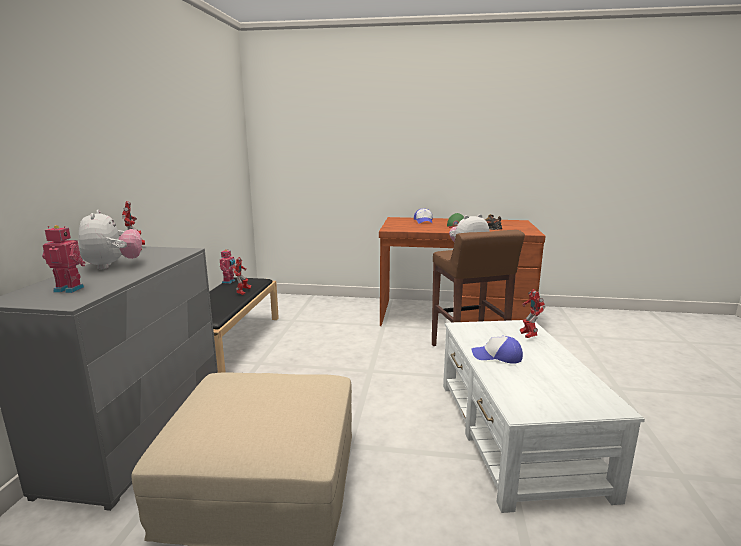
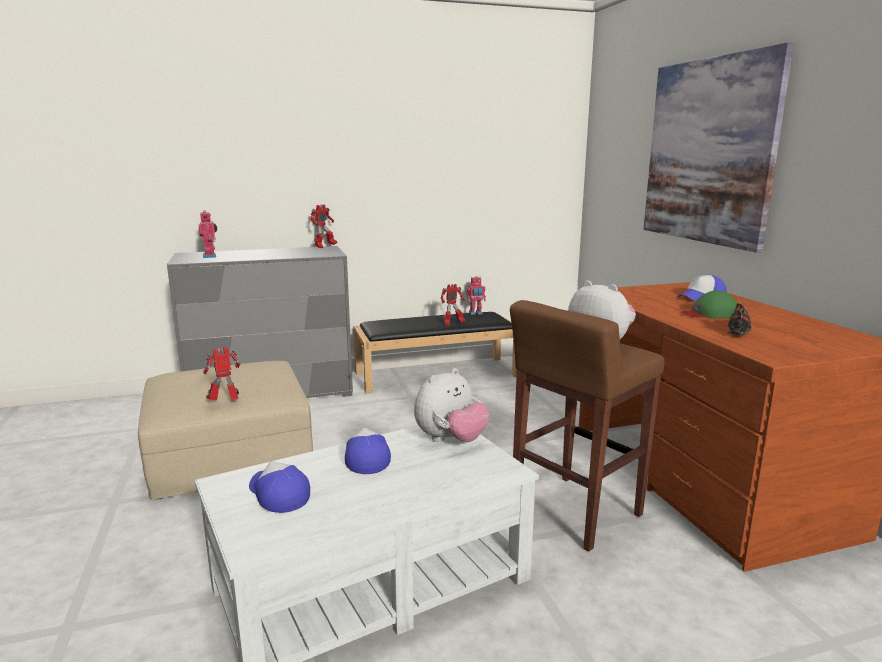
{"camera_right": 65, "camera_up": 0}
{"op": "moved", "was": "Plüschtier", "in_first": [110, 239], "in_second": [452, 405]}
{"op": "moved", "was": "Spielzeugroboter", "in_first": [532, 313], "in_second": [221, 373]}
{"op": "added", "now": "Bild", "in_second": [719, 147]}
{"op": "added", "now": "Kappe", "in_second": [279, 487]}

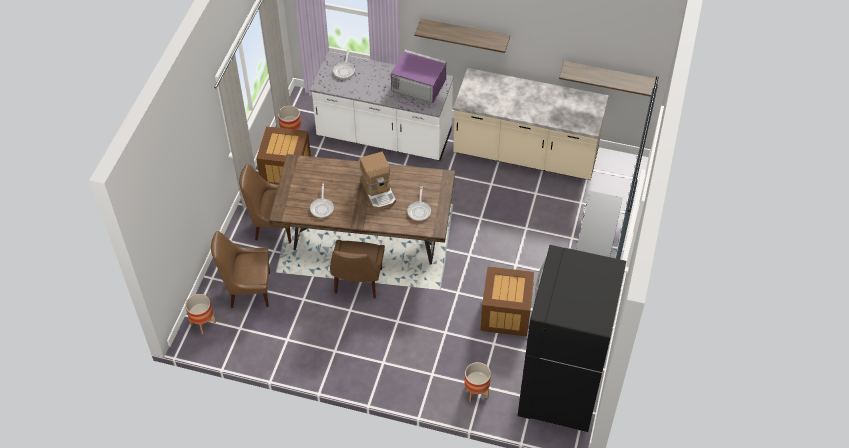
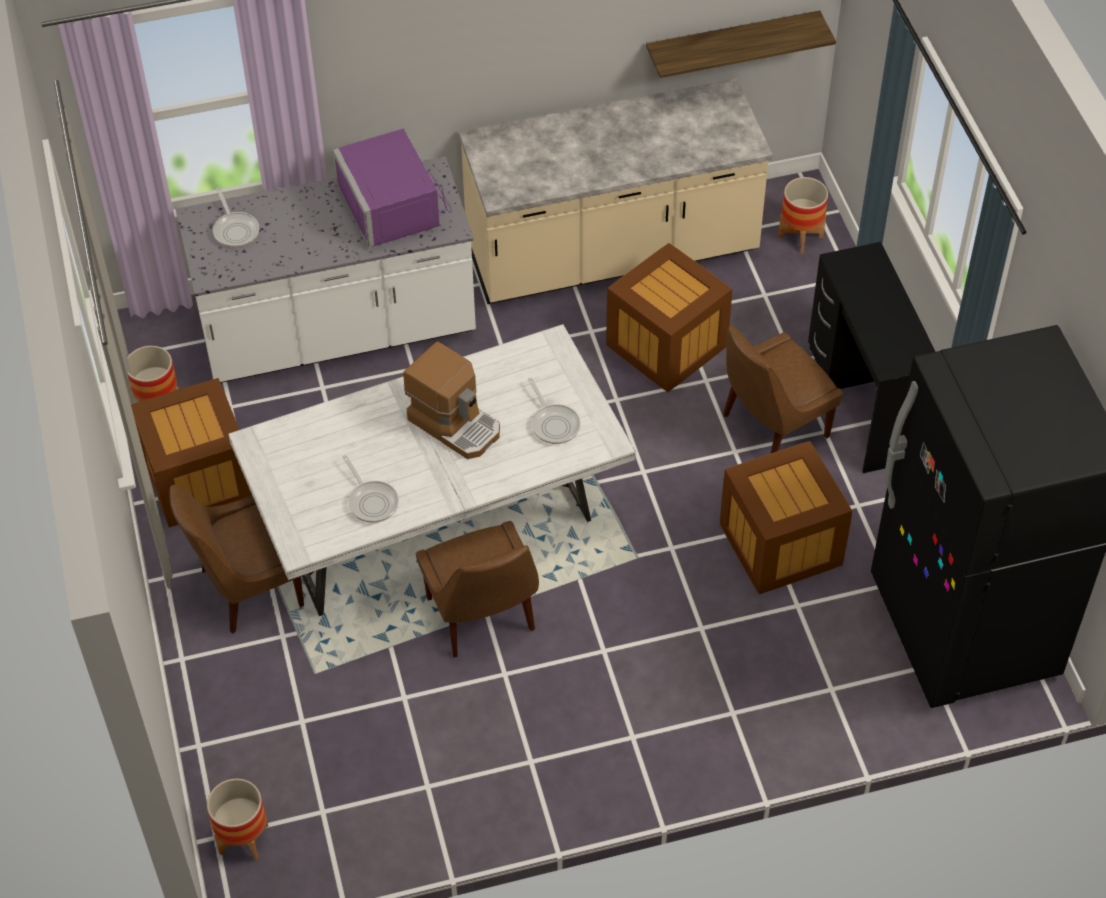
{"camera_right": -30, "camera_up": 0}
{"op": "removed", "was": "Wandregal", "in_first": [462, 36]}
{"op": "turned", "was": "Mikrowelle [lila]", "in_first": [419, 79], "in_second": [392, 188], "clockwise": -105}
{"op": "recoloured", "was": "Esstisch [braun]", "now": "Esstisch [weiß]", "in_first": [362, 209], "in_second": [432, 470]}
{"op": "moved", "was": "Stuhl [braun]", "in_first": [240, 269], "in_second": [783, 389]}
{"op": "moved", "was": "Pflanzkübel", "in_first": [477, 382], "in_second": [803, 215]}
{"op": "added", "now": "Kiste", "in_second": [669, 317]}

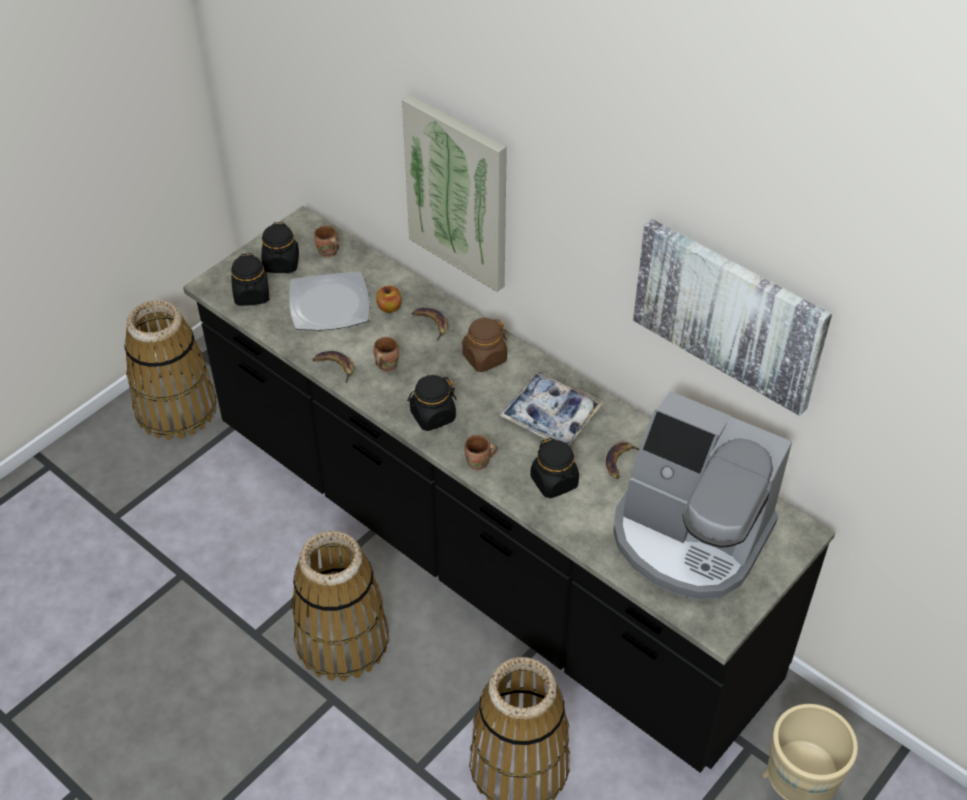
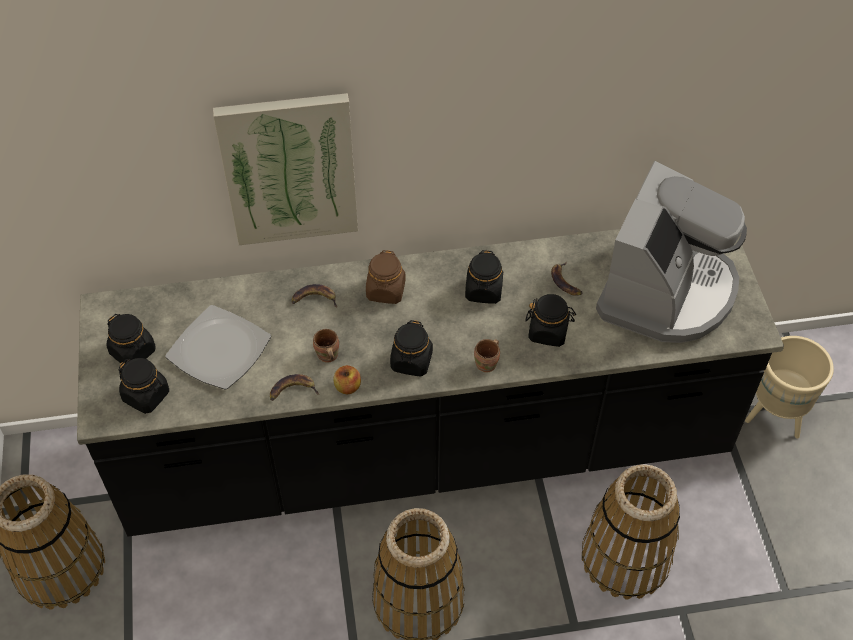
{"camera_right": -50, "camera_up": 5}
{"op": "removed", "was": "Bild", "in_first": [732, 317]}
{"op": "removed", "was": "Henkelbecher [braun]", "in_first": [326, 241]}
{"op": "moved", "was": "Apfel", "in_first": [389, 299], "in_second": [347, 379]}
{"op": "replaced", "was": "Tablett", "now": "Vorratsglas [schwarz]", "in_first": [551, 408], "in_second": [484, 277]}
{"op": "turned", "was": "Kaffeemaschine", "in_first": [702, 495], "in_second": [671, 252], "clockwise": -45}

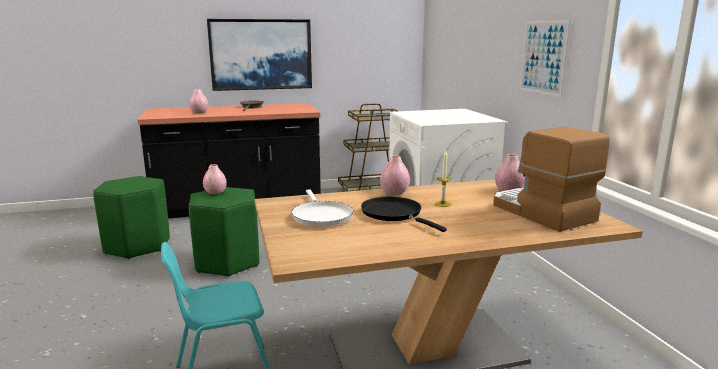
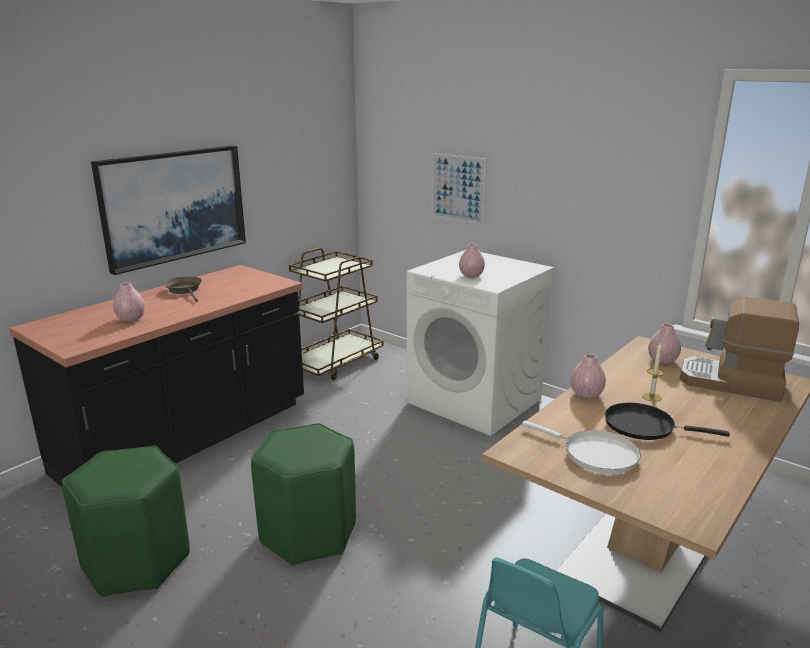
{"camera_right": -35, "camera_up": 5}
{"op": "moved", "was": "Bild", "in_first": [545, 58], "in_second": [459, 189]}
{"op": "moved", "was": "Vase [rosa]", "in_first": [215, 179], "in_second": [472, 261]}

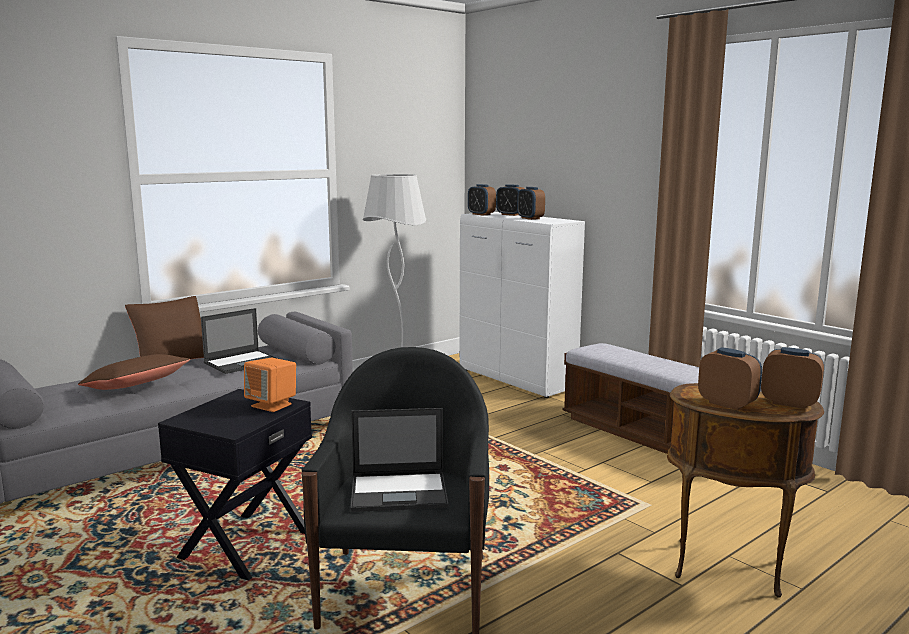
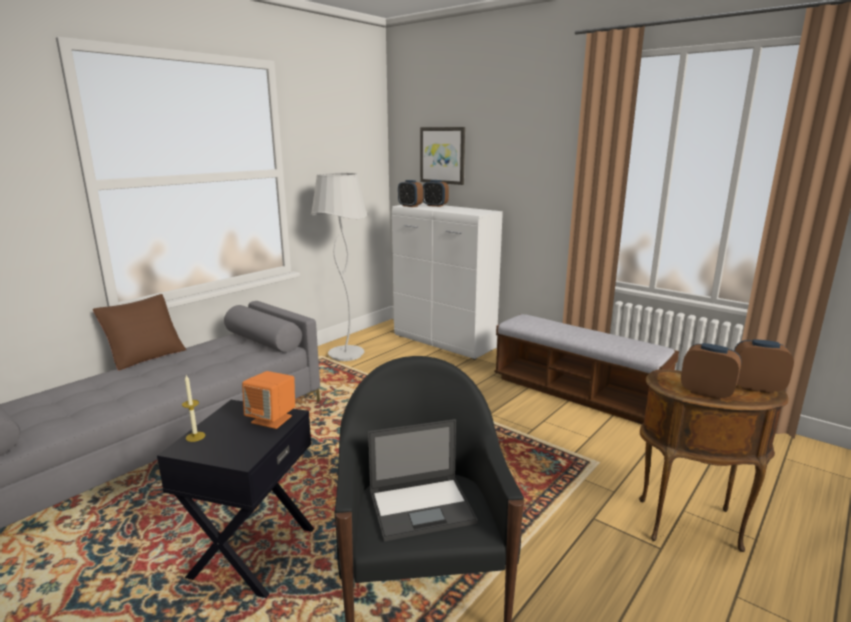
{"camera_right": -10, "camera_up": 5}
{"op": "removed", "was": "Wecker", "in_first": [531, 203]}
{"op": "removed", "was": "Laptop", "in_first": [239, 341]}
{"op": "removed", "was": "Kissen [braun]", "in_first": [134, 372]}
{"op": "added", "now": "Bild", "in_second": [442, 156]}
{"op": "added", "now": "Kerze", "in_second": [193, 408]}

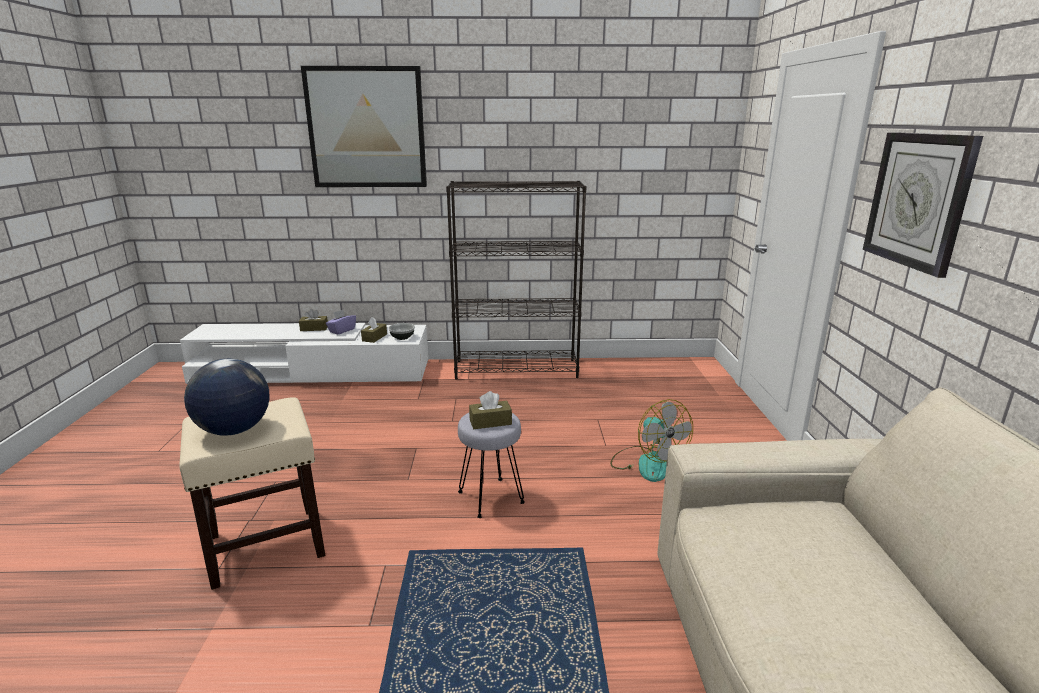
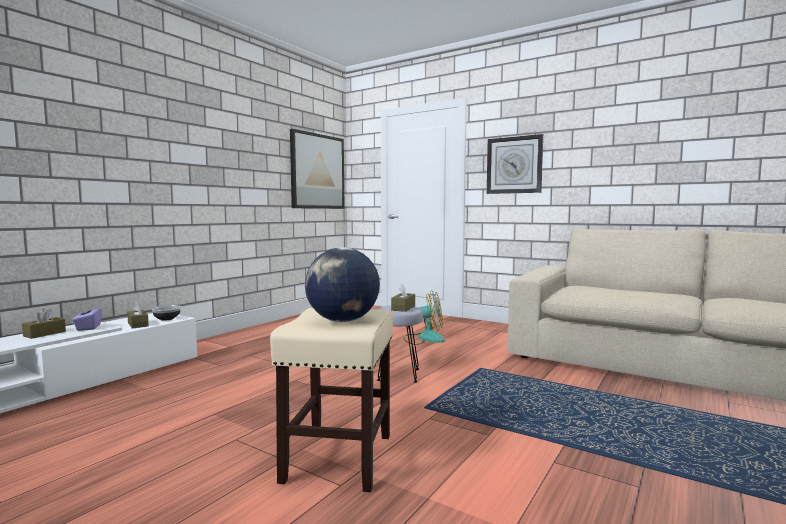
{"camera_right": -55, "camera_up": -15}
{"op": "moved", "was": "Bild", "in_first": [364, 126], "in_second": [317, 169]}
{"op": "removed", "was": "Bücherregal [schwarz]", "in_first": [516, 280]}

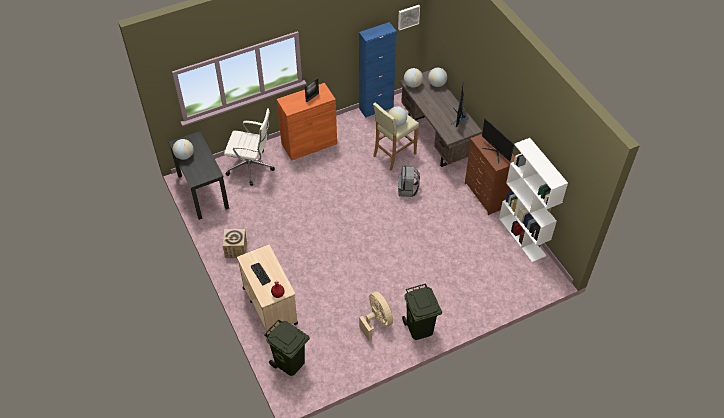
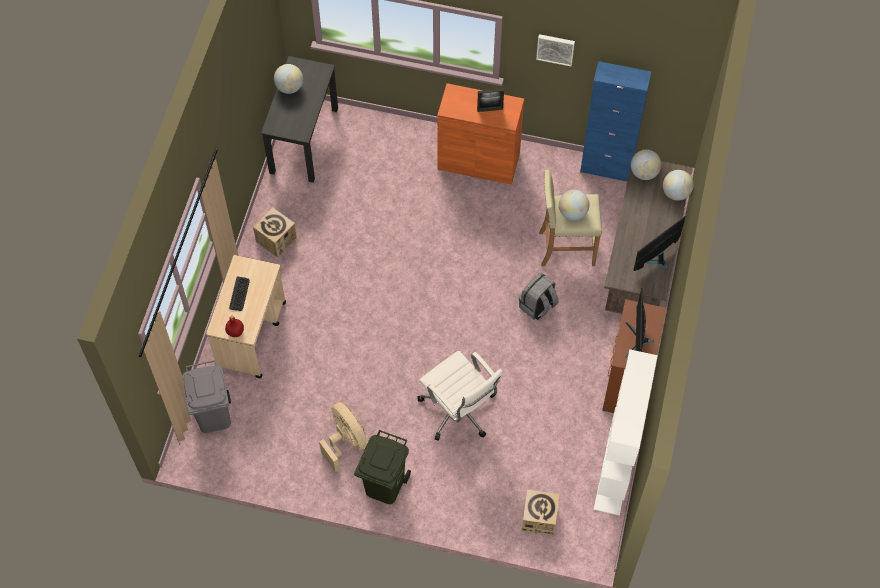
{"camera_right": 40, "camera_up": 10}
{"op": "moved", "was": "Bild", "in_first": [409, 18], "in_second": [555, 50]}
{"op": "moved", "was": "Bürostuhl [weiß]", "in_first": [249, 147], "in_second": [460, 396]}
{"op": "turned", "was": "Ventilator [beige]", "in_first": [376, 316], "in_second": [343, 437], "clockwise": -45}
{"op": "recoloured", "was": "Mülleimer [grün]", "now": "Mülleimer [grau]", "in_first": [287, 347], "in_second": [206, 396]}
{"op": "added", "now": "Karton", "in_second": [540, 513]}

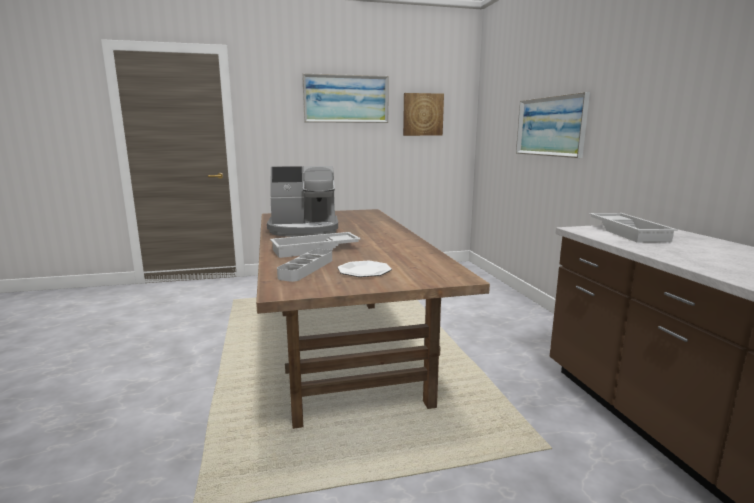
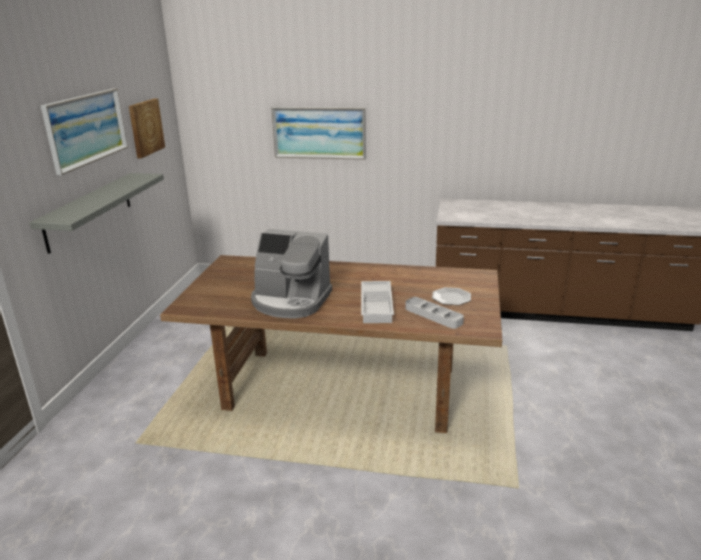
{"camera_right": -65, "camera_up": 10}
{"op": "turned", "was": "Kaffeemaschine", "in_first": [302, 201], "in_second": [291, 273], "clockwise": 90}
{"op": "removed", "was": "Tablett [weiß]", "in_first": [633, 228]}
{"op": "added", "now": "Wandregal [grau]", "in_second": [96, 213]}

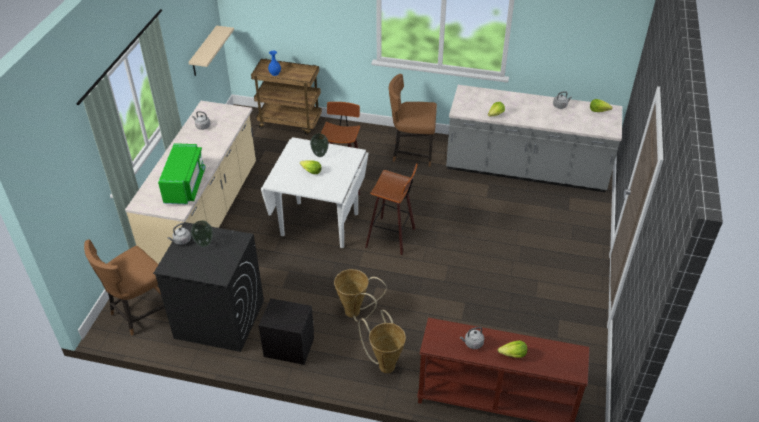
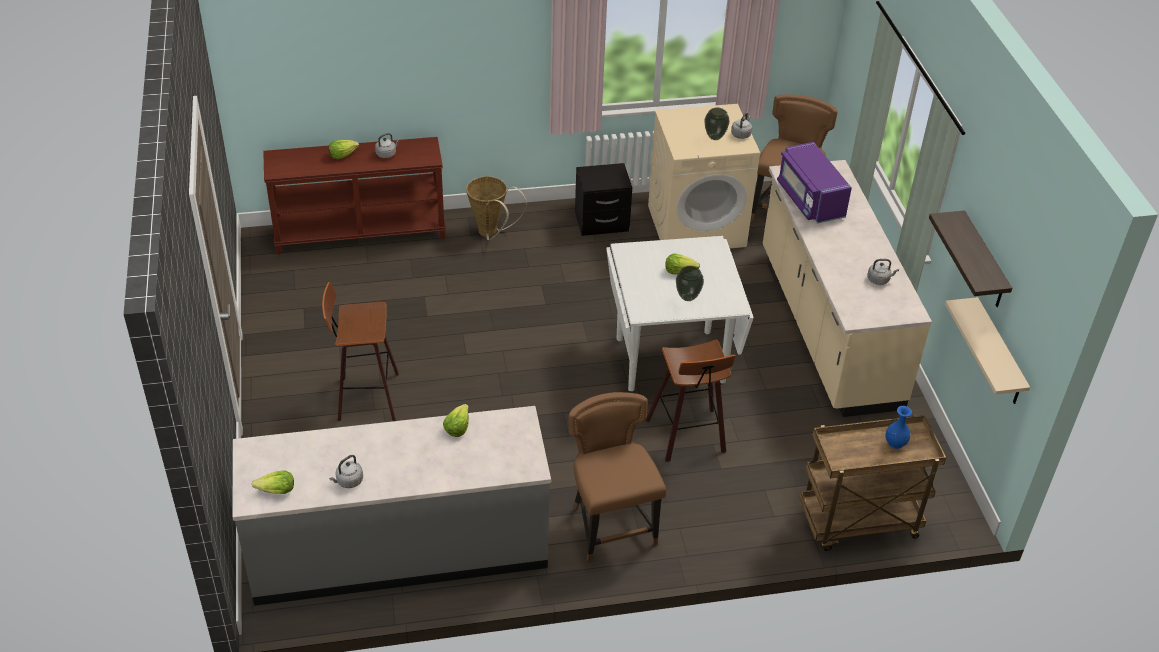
{"camera_right": 155, "camera_up": 0}
{"op": "turned", "was": "Stuhl [braun]", "in_first": [413, 120], "in_second": [617, 477], "clockwise": -90}
{"op": "recoloured", "was": "Mikrowelle [grün]", "now": "Mikrowelle [lila]", "in_first": [182, 173], "in_second": [814, 182]}
{"op": "moved", "was": "Hocker", "in_first": [391, 209], "in_second": [360, 351]}
{"op": "recoloured", "was": "Waschmaschine [schwarz]", "now": "Waschmaschine [beige]", "in_first": [208, 287], "in_second": [704, 176]}
{"op": "removed", "was": "Korb", "in_first": [360, 295]}
{"op": "added", "now": "Wandregal", "in_second": [970, 259]}

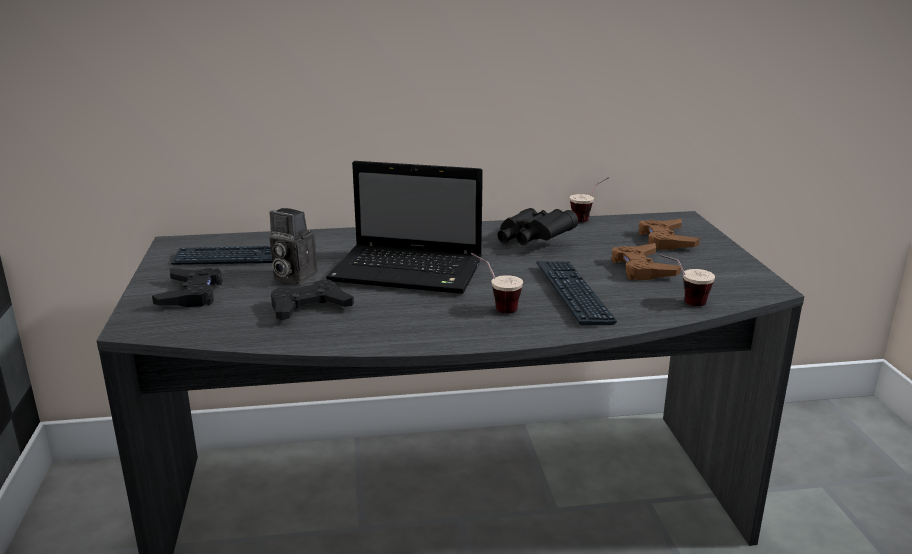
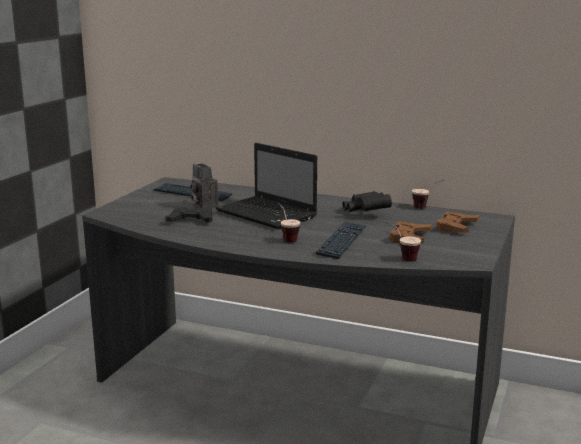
{"camera_right": 30, "camera_up": -5}
{"op": "removed", "was": "Gamepad [schwarz]", "in_first": [187, 287]}

